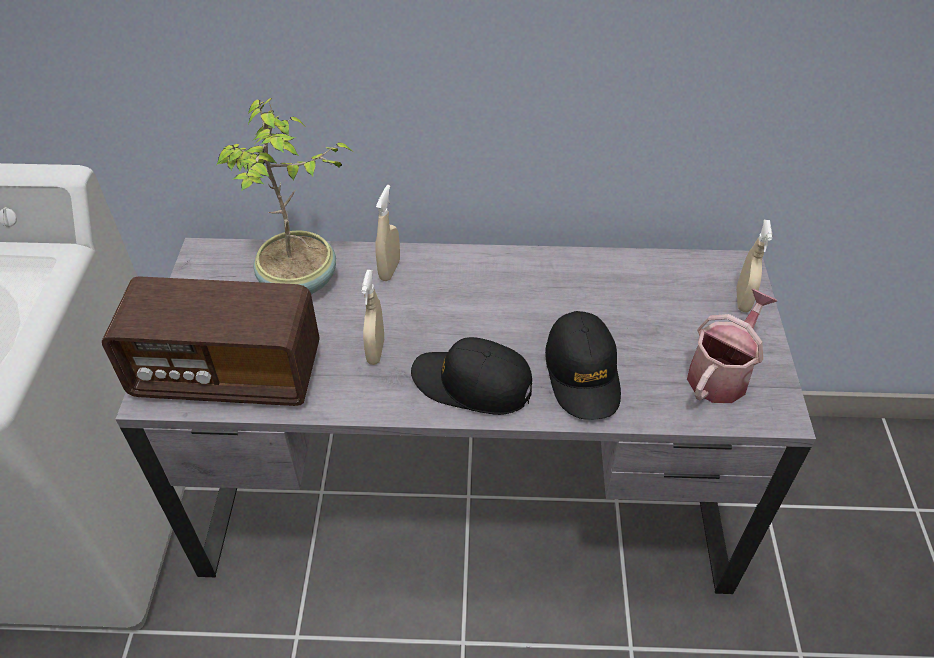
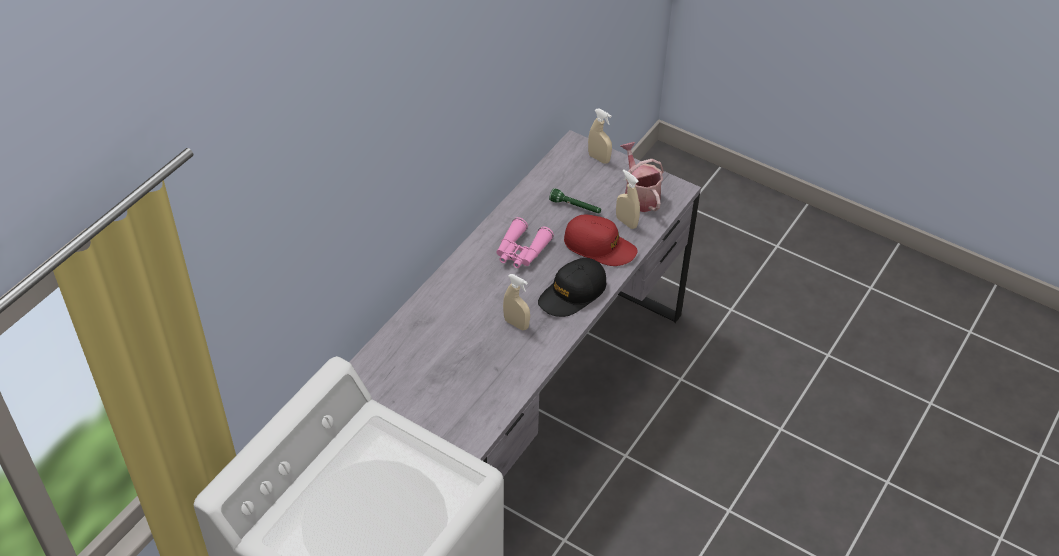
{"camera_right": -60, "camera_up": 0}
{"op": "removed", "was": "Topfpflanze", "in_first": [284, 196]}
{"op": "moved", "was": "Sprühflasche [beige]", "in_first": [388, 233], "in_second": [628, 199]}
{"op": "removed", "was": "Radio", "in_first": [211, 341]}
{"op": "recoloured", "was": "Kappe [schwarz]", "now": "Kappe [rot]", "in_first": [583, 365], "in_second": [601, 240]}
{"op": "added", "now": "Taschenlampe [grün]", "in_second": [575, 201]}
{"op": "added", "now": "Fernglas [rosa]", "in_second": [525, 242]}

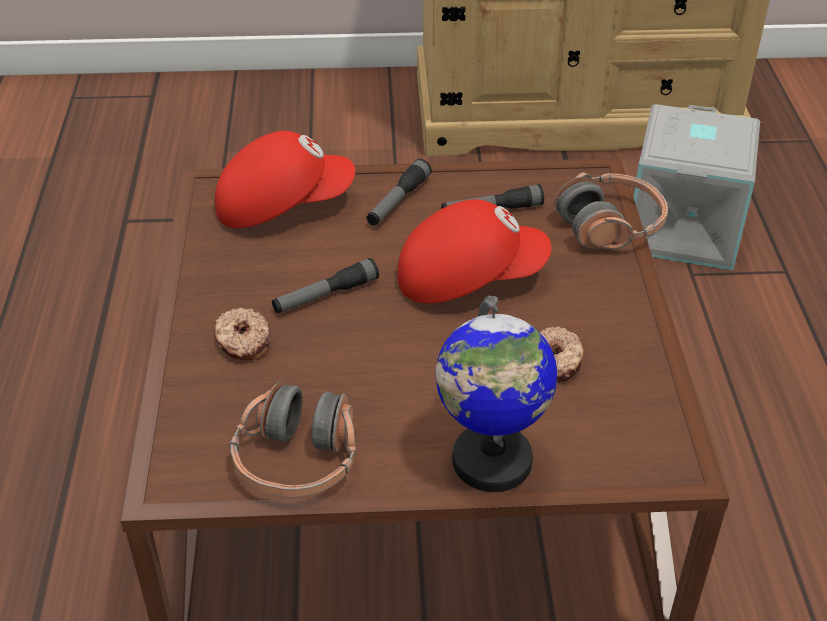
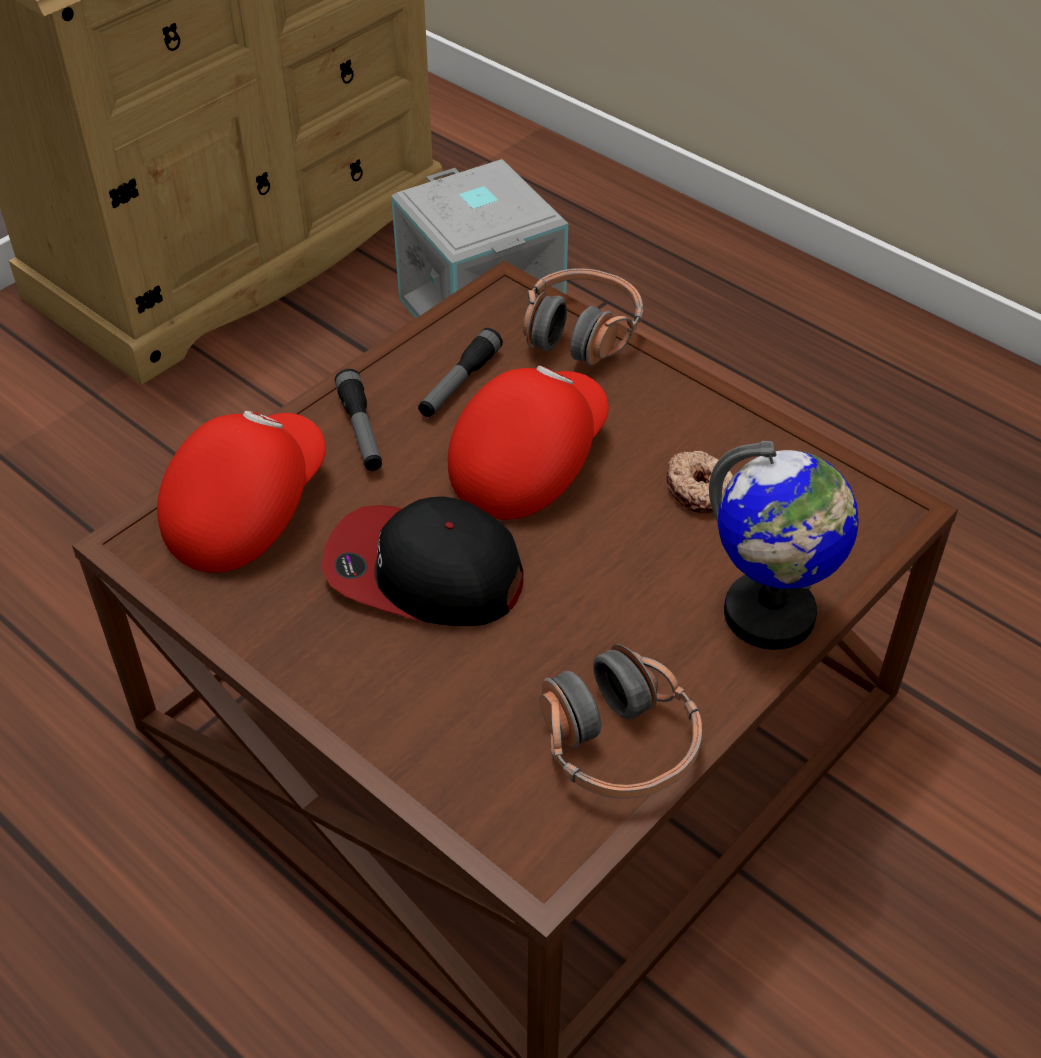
{"camera_right": -45, "camera_up": 5}
{"op": "replaced", "was": "Taschenlampe", "now": "Kappe", "in_first": [325, 285], "in_second": [422, 561]}
{"op": "removed", "was": "Donut", "in_first": [242, 334]}

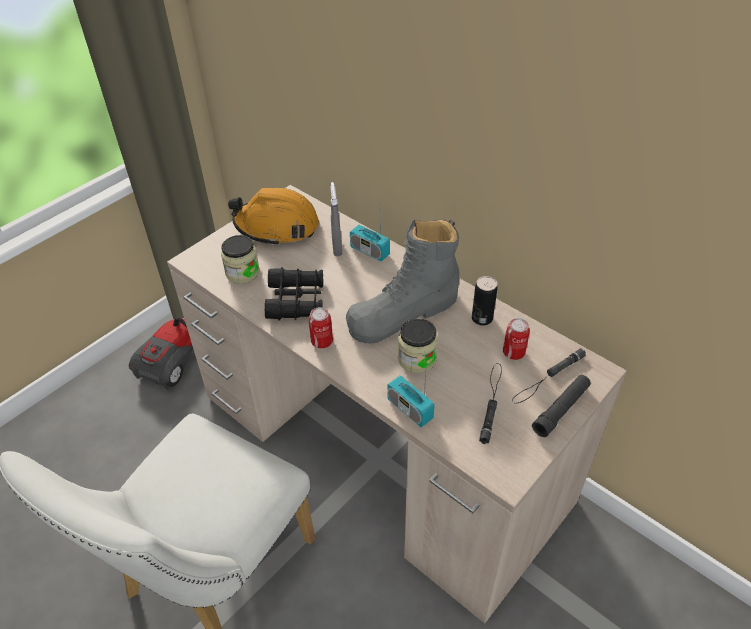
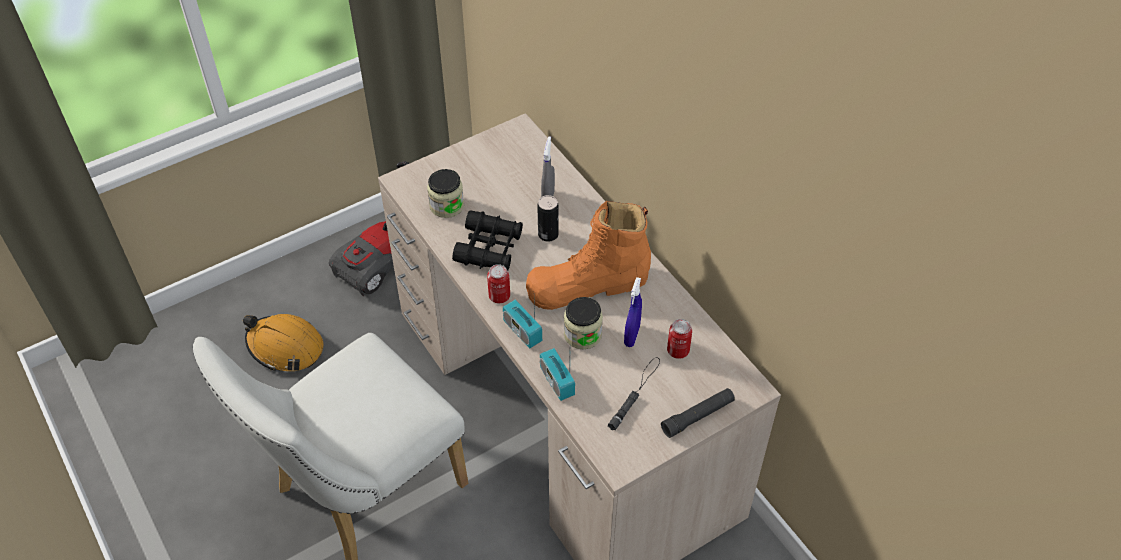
{"camera_right": 15, "camera_up": 5}
{"op": "moved", "was": "Schutzhelm [orange]", "in_first": [273, 217], "in_second": [283, 342]}
{"op": "moved", "was": "Radio", "in_first": [370, 235], "in_second": [522, 324]}
{"op": "recoloured", "was": "Stiefel [grau]", "now": "Stiefel [orange]", "in_first": [402, 281], "in_second": [588, 255]}
{"op": "moved", "was": "Dose", "in_first": [485, 301], "in_second": [548, 218]}
{"op": "removed", "was": "Taschenlampe [schwarz]", "in_first": [549, 375]}
{"op": "added", "now": "Sprühflasche [blau]", "in_second": [633, 312]}

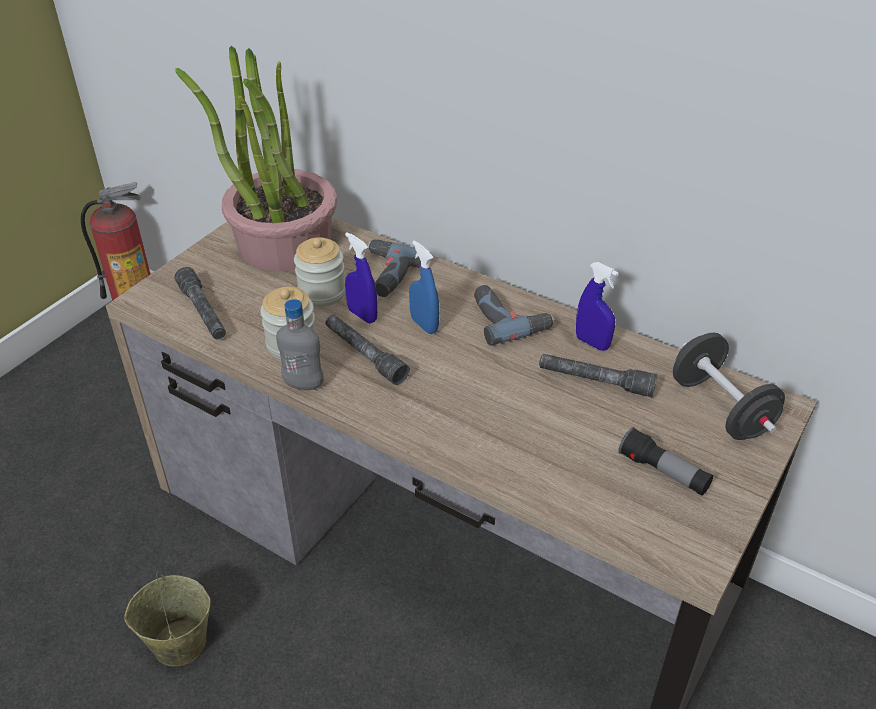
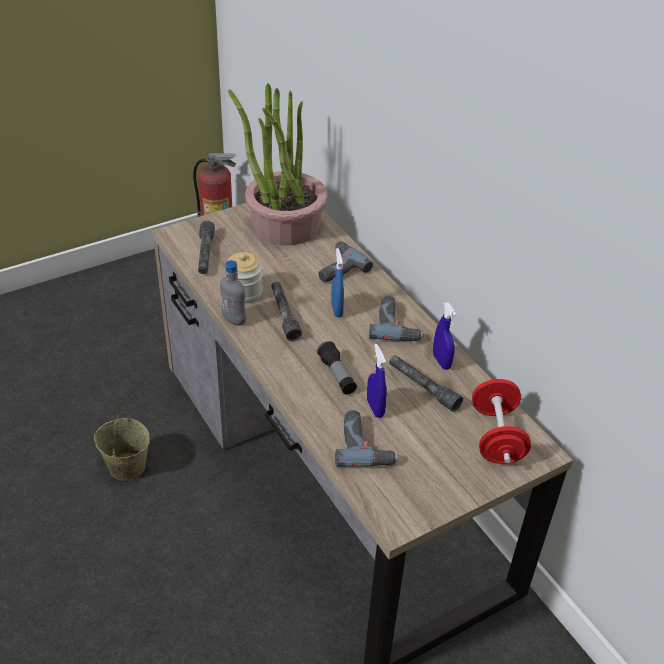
{"camera_right": 25, "camera_up": 0}
{"op": "moved", "was": "Sprühflasche [blau]", "in_first": [361, 277], "in_second": [377, 381]}
{"op": "removed", "was": "Vorratsglas", "in_first": [319, 272]}
{"op": "recoloured", "was": "Hantel [schwarz]", "now": "Hantel [rot]", "in_first": [729, 386], "in_second": [501, 421]}
{"op": "moved", "was": "Taschenlampe", "in_first": [666, 461], "in_second": [337, 367]}
{"op": "added", "now": "Bohrmaschine", "in_second": [367, 438]}

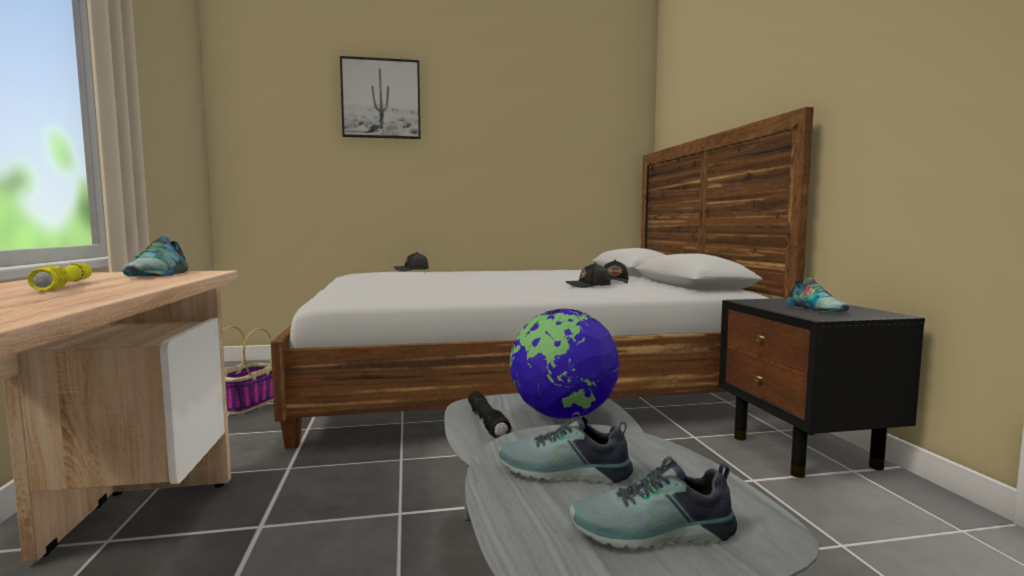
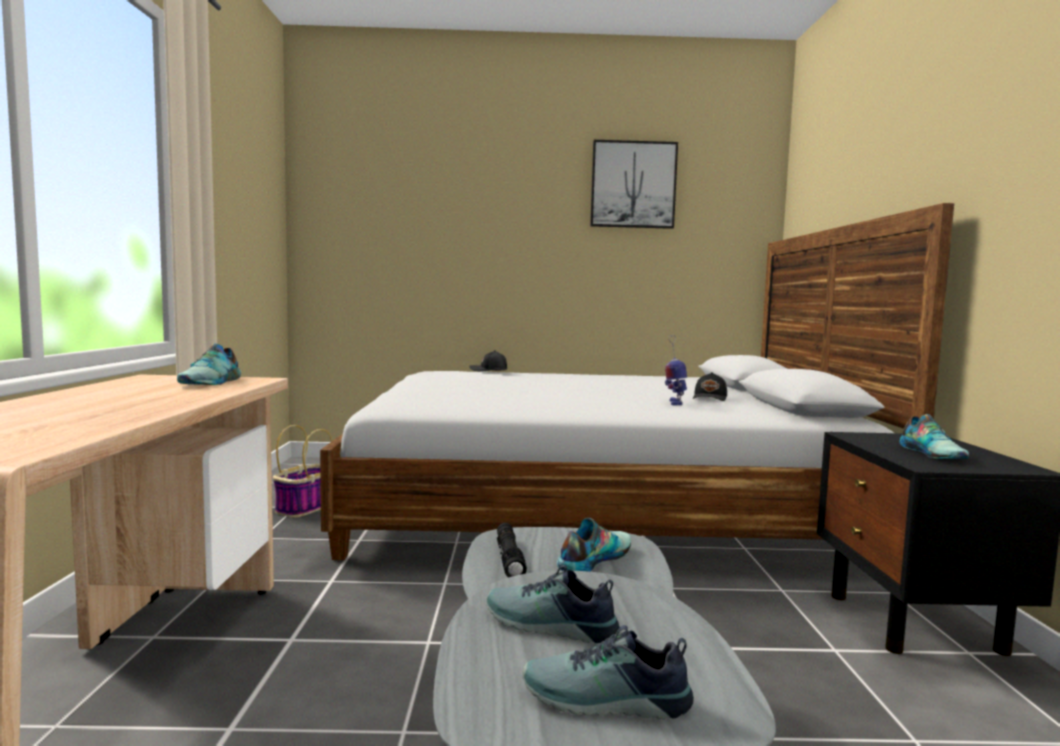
{"camera_right": 10, "camera_up": 0}
{"op": "moved", "was": "Bild", "in_first": [380, 97], "in_second": [634, 184]}
{"op": "replaced", "was": "Kappe [schwarz]", "now": "Spielzeugroboter", "in_first": [588, 275], "in_second": [676, 370]}
{"op": "removed", "was": "Taschenlampe [gelb]", "in_first": [60, 277]}
{"op": "replaced", "was": "Globus", "now": "Schuh", "in_first": [564, 364], "in_second": [594, 545]}

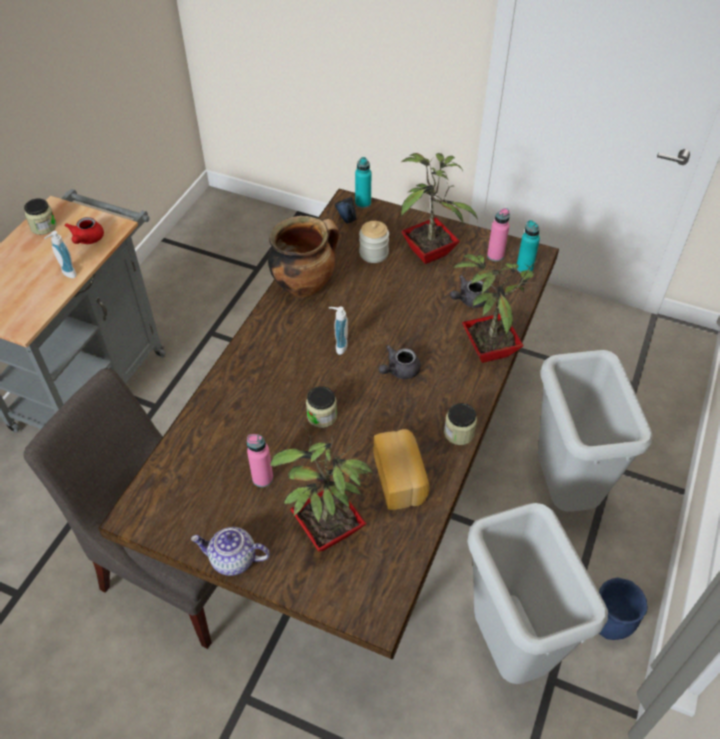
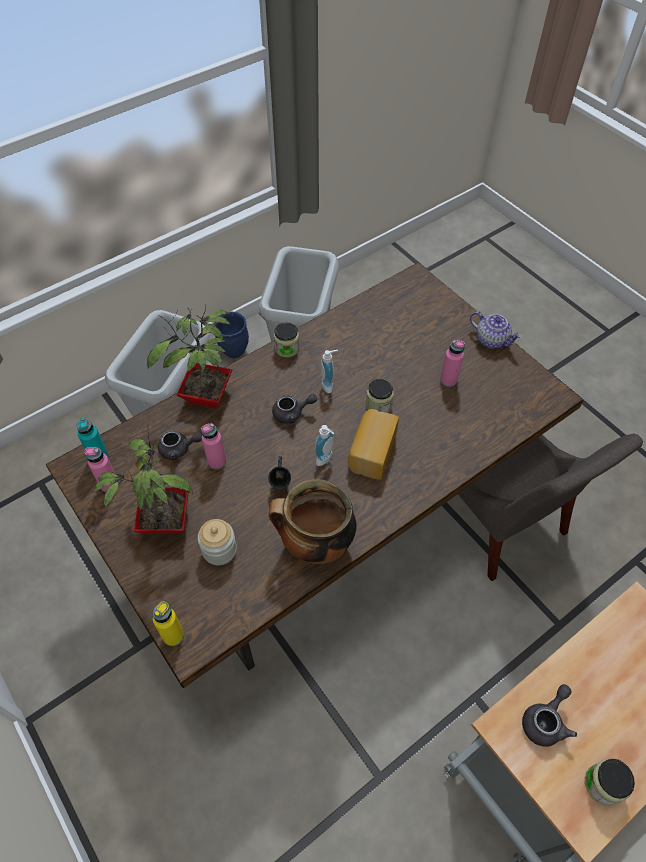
{"camera_right": -150, "camera_up": 5}
{"op": "recoloured", "was": "Flasche [türkis]", "now": "Flasche [gelb]", "in_first": [363, 182], "in_second": [168, 623]}
{"op": "moved", "was": "Henkelbecher [blau]", "in_first": [345, 210], "in_second": [279, 472]}
{"op": "recoloured", "was": "Teekanne [rot]", "now": "Teekanne [grau]", "in_first": [84, 230], "in_second": [549, 715]}
{"op": "moved", "was": "Seifenspender", "in_first": [60, 254], "in_second": [329, 371]}
{"op": "removed", "was": "Topfpflanze", "in_first": [321, 488]}
{"op": "moved", "was": "Brot", "in_first": [401, 469], "in_second": [373, 444]}
{"op": "added", "now": "Flasche [rosa]", "in_second": [213, 446]}

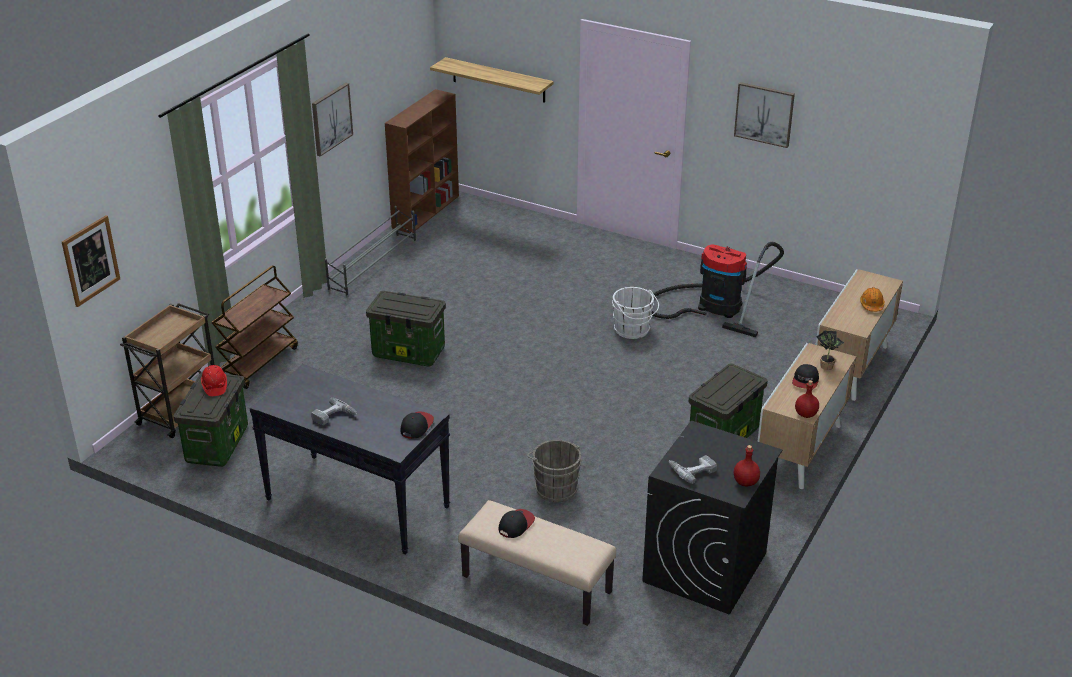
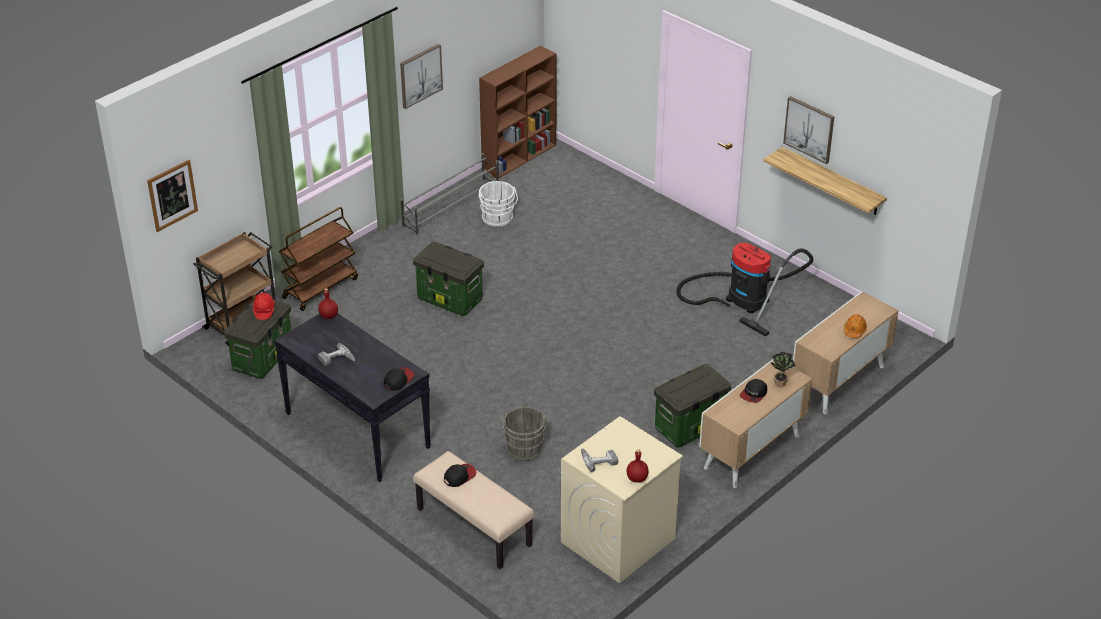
{"camera_right": 15, "camera_up": 5}
{"op": "moved", "was": "Wandregal", "in_first": [492, 80], "in_second": [825, 181]}
{"op": "moved", "was": "Eimer [weiß]", "in_first": [635, 313], "in_second": [498, 204]}
{"op": "moved", "was": "Flasche [rot]", "in_first": [807, 399], "in_second": [328, 303]}
{"op": "recoloured", "was": "Waschmaschine [schwarz]", "now": "Waschmaschine [beige]", "in_first": [712, 518], "in_second": [622, 499]}

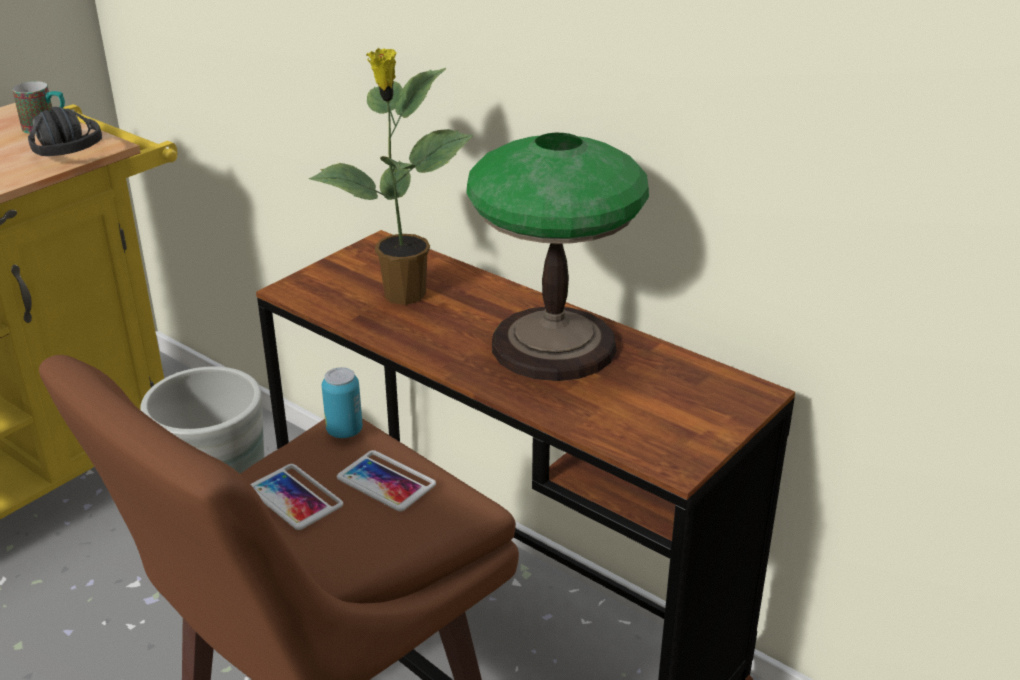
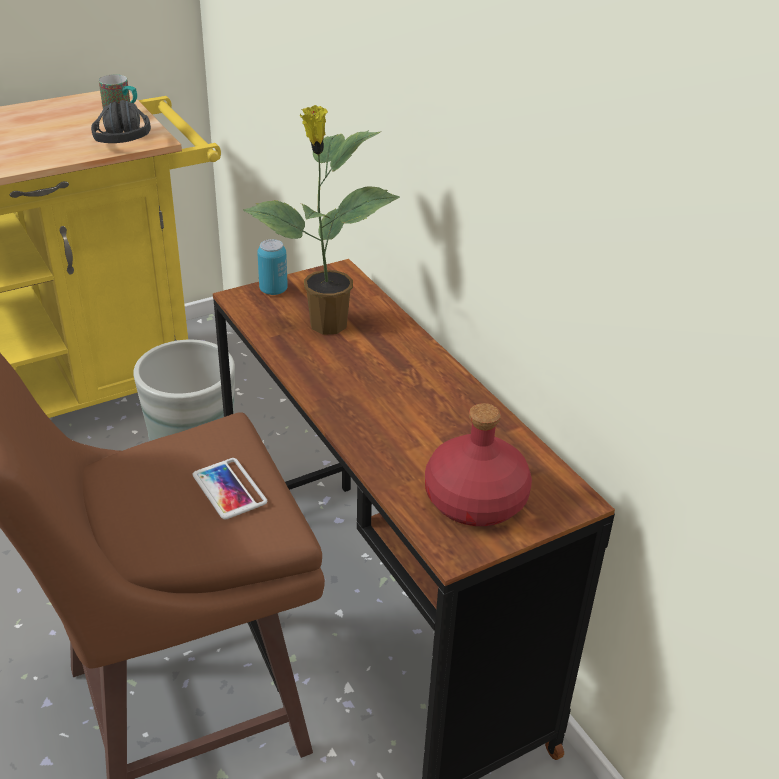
{"camera_right": 20, "camera_up": 5}
{"op": "removed", "was": "Tischlampe", "in_first": [557, 257]}
{"op": "moved", "was": "Dose", "in_first": [342, 402], "in_second": [272, 267]}
{"op": "removed", "was": "Handy", "in_first": [297, 497]}
{"op": "added", "now": "Flasche [rot]", "in_second": [478, 464]}

